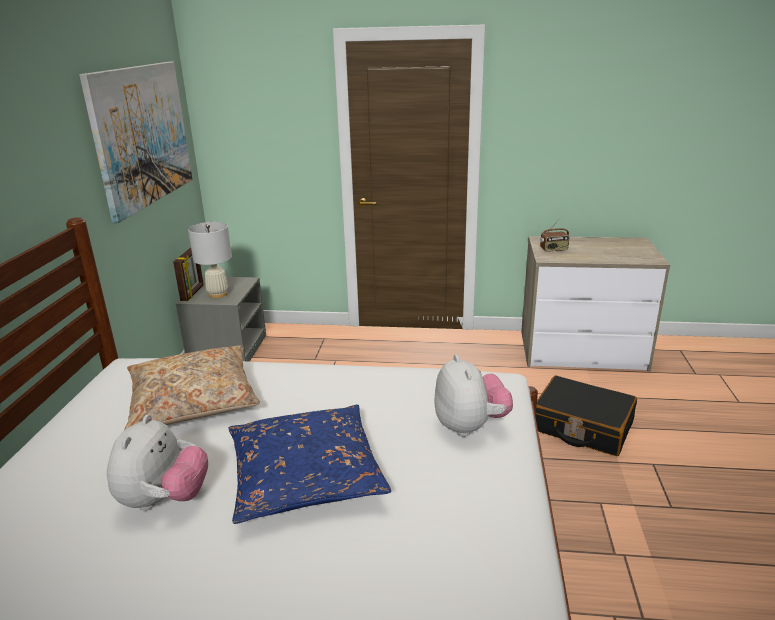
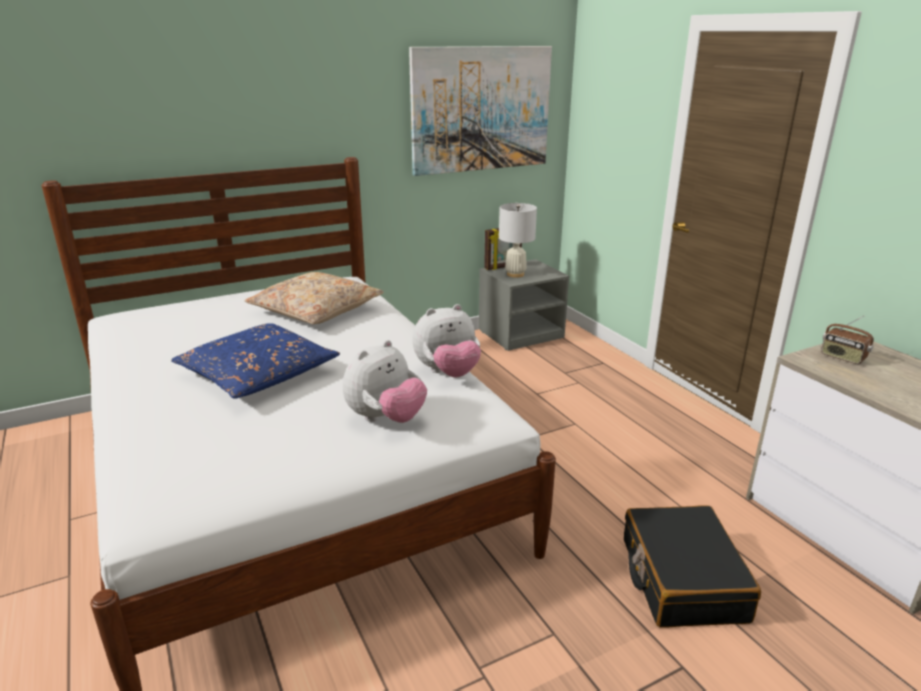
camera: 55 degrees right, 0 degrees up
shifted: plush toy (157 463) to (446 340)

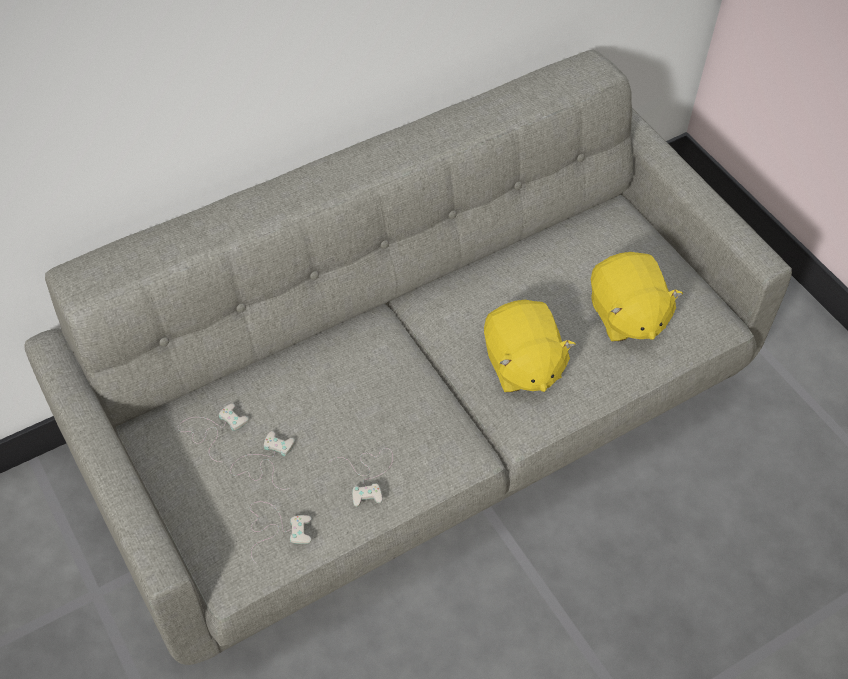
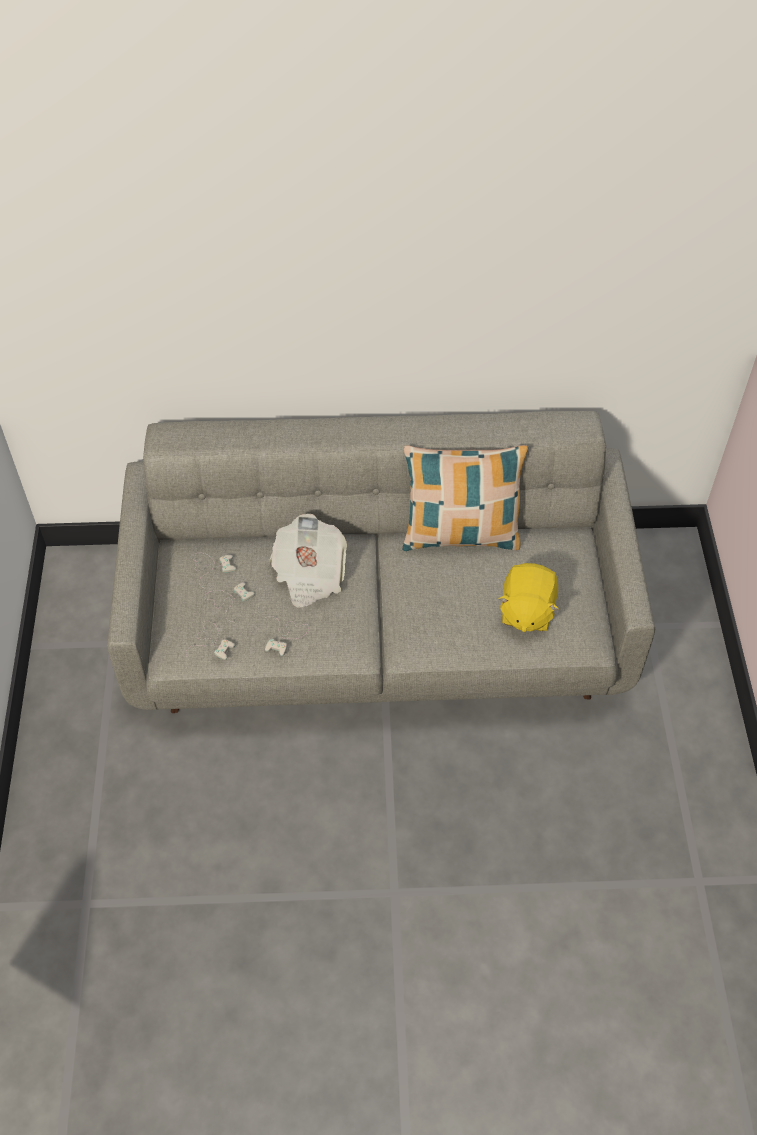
camera: 30 degrees right, 0 degrees up
gone: plush toy (yellow) (529 346)
new: printed paper (308 561); pillow (465 498)

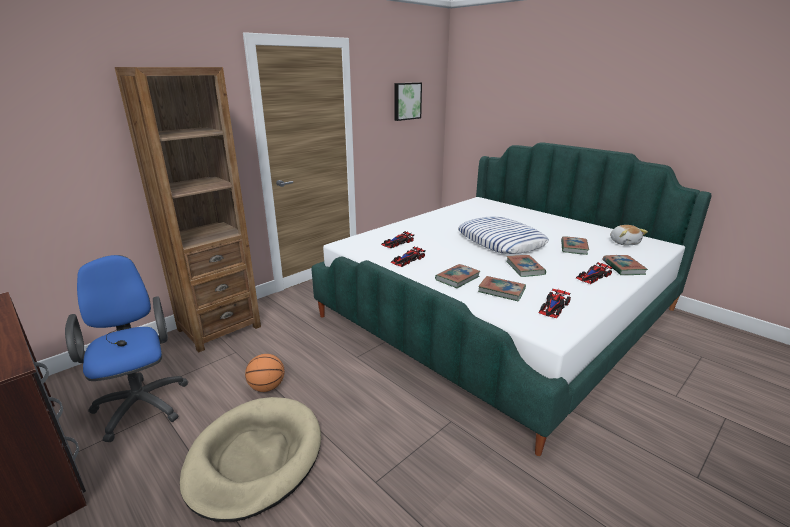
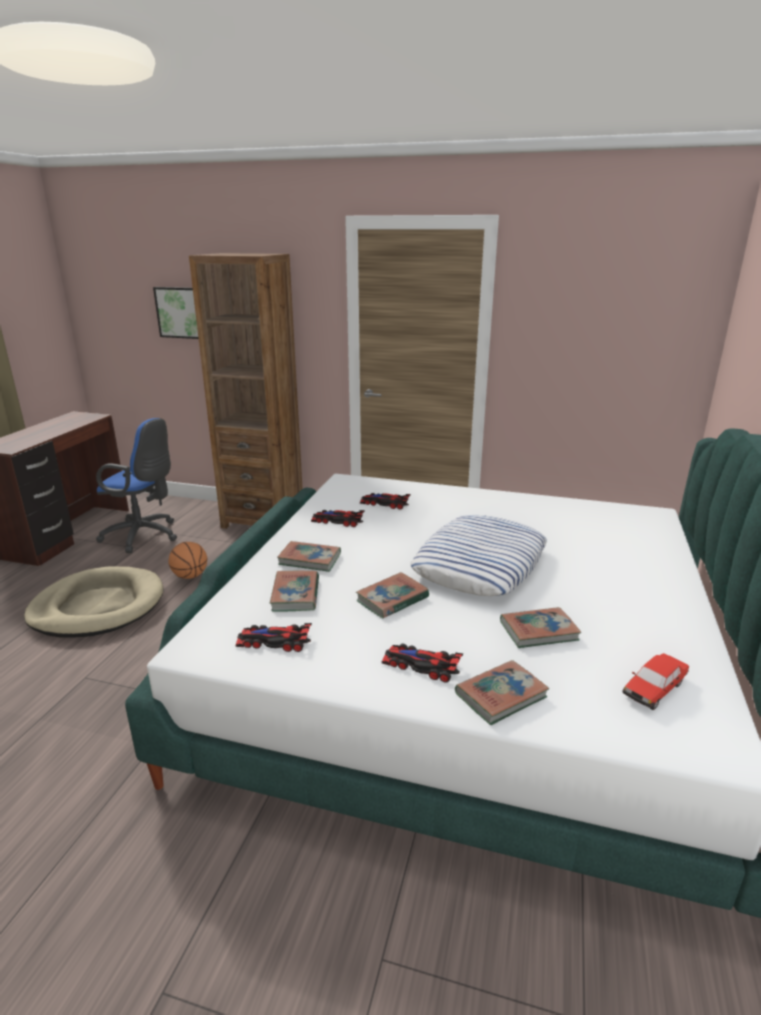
camera: 60 degrees right, 0 degrees up
shifted: wall art (408 101) to (176 313)
swapped: plush toy (629 235) to miniature car (656 681)
rotated: office chair (blue) (126 348) = (136 485) 75 degrees clockwise

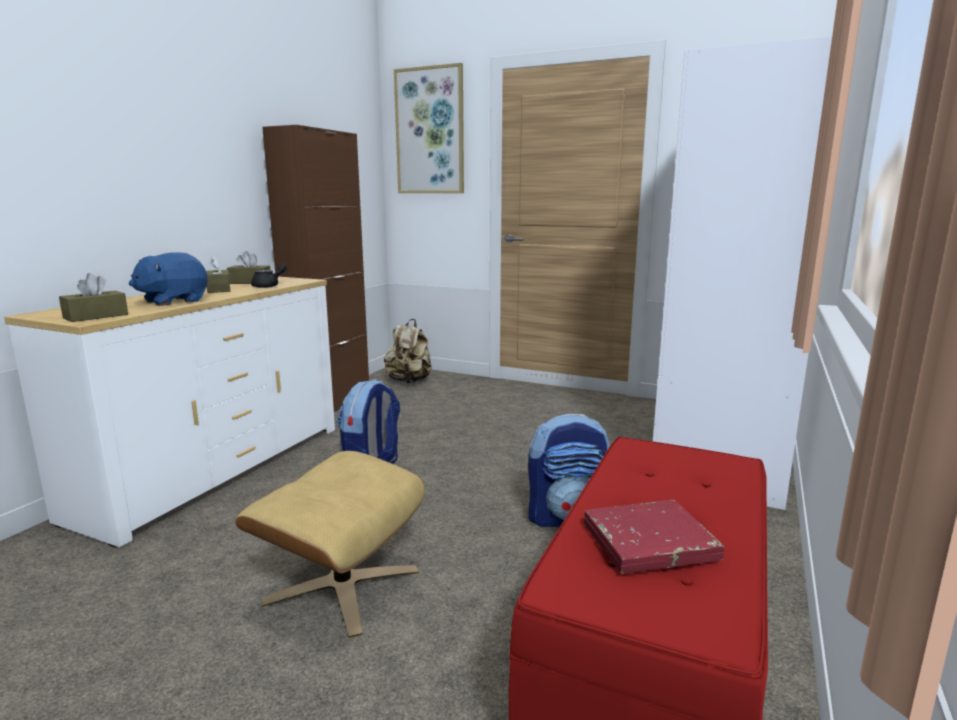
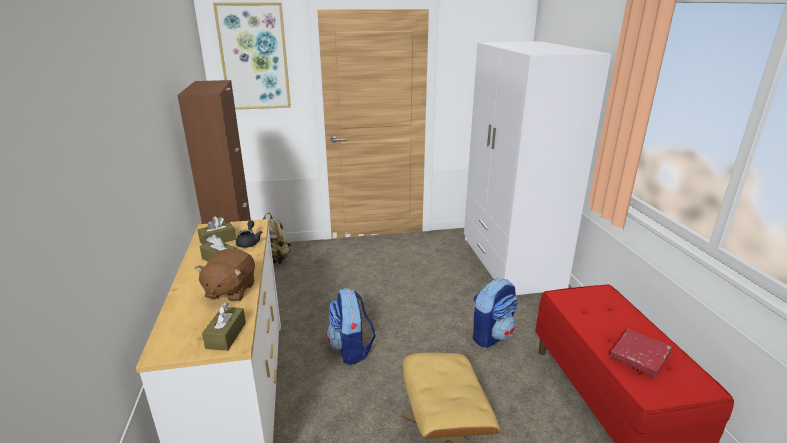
camera: 35 degrees left, 10 degrees up
repainted: plush toy (blue) (168 279) to plush toy (brown) (225 275)

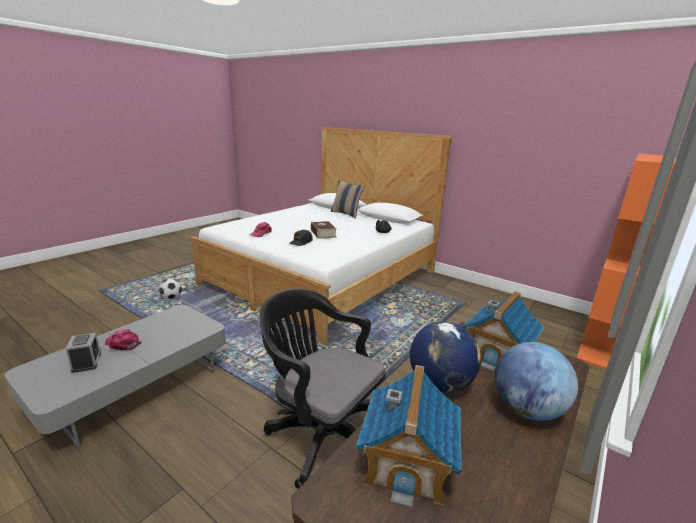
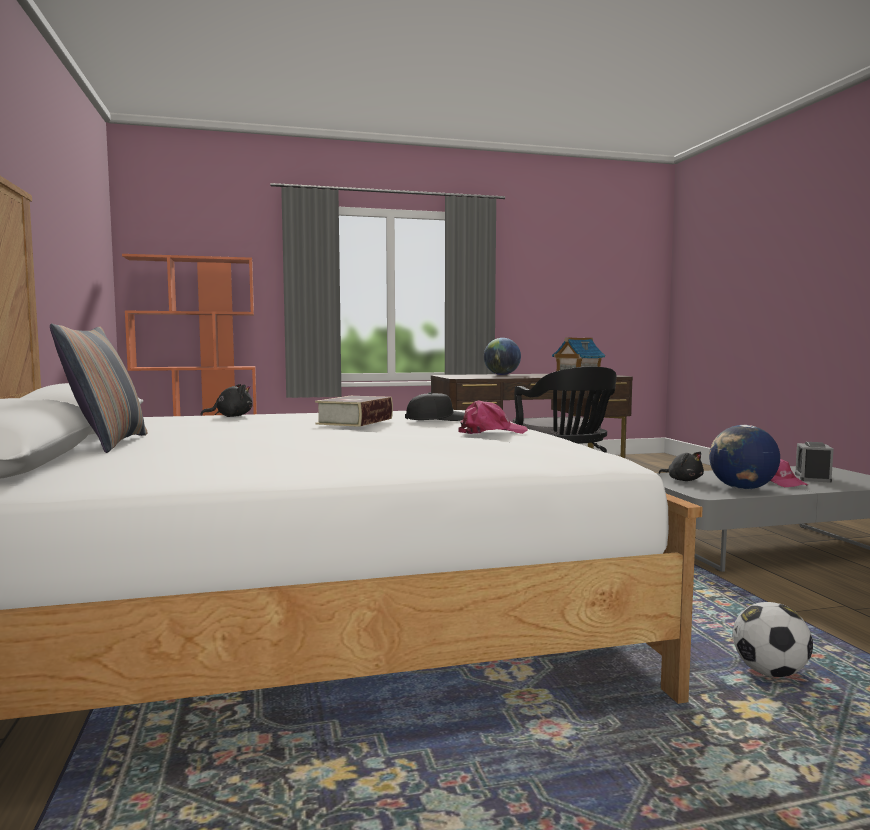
camera: 140 degrees left, 15 degrees down
gone: toy house (503 331)
new: plush toy (blackish) (681 466)
shifted: world globe (445 357) to (744 457)

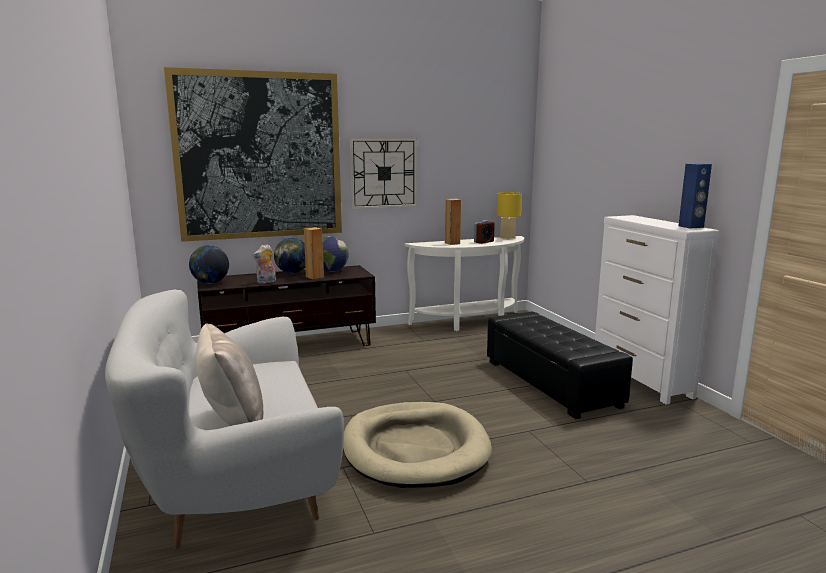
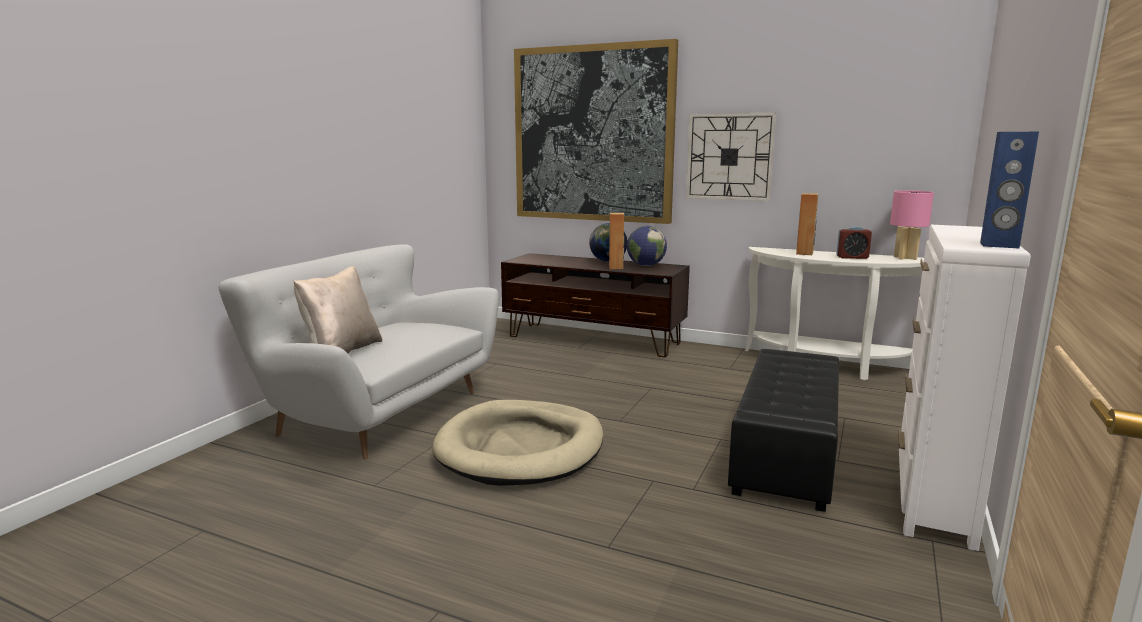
camera: 45 degrees right, 0 degrees up
gone: world globe (209 264); plush toy (264 264)
repainted: tabletop lamp (yellow) (509 216) to tabletop lamp (pink) (912 225)

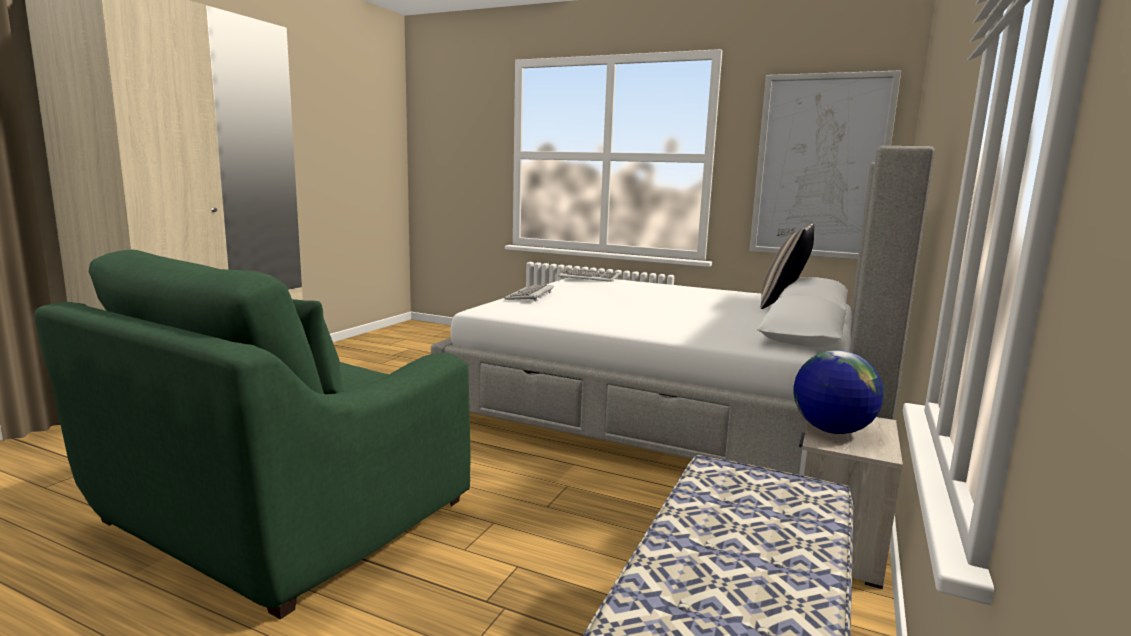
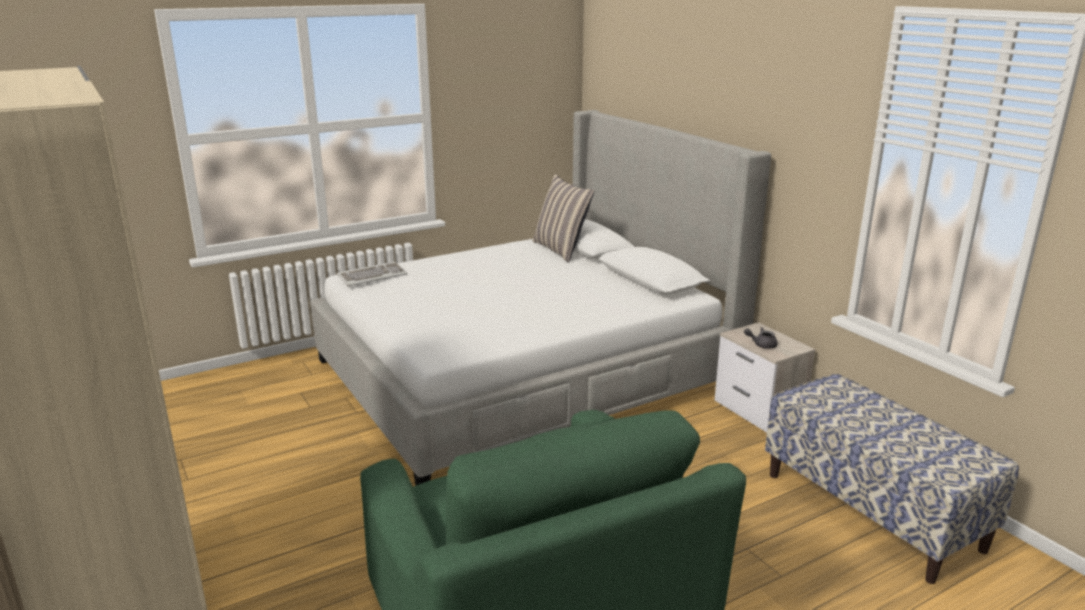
camera: 55 degrees left, 10 degrees up
gone: PC keyboard (529 293); wall art (825 165)
swapped: world globe (839 392) to pot for tea (grey) (760 338)

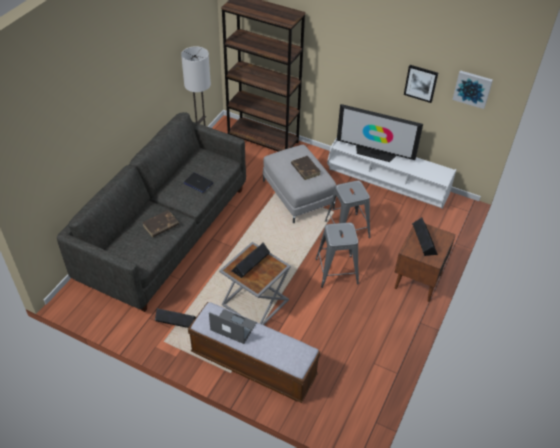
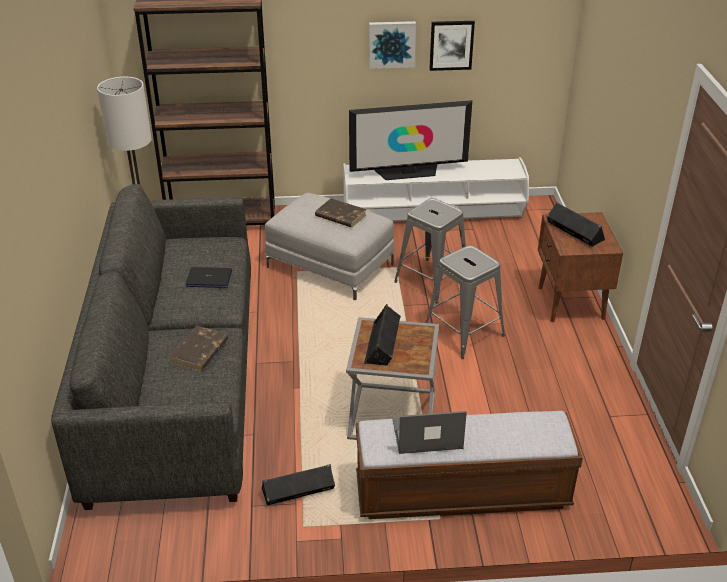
camera: 30 degrees left, 10 degrees down
shifted: wall art (472 89) to (392 45)

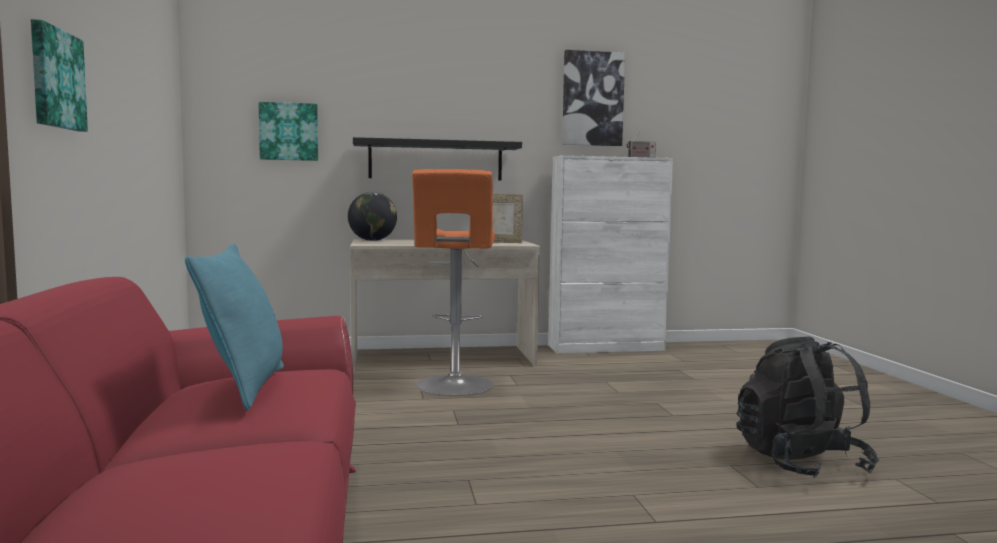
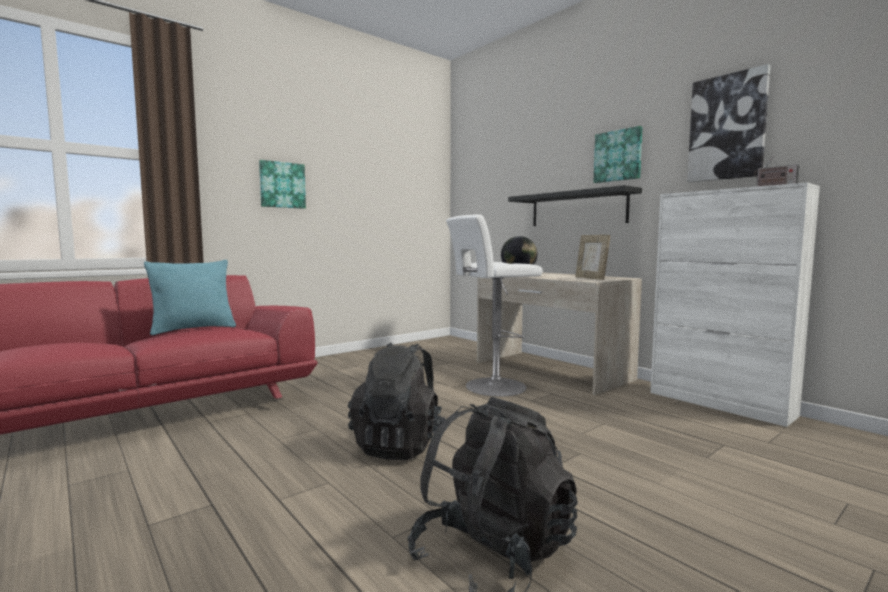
camera: 60 degrees right, 0 degrees up
new: rucksack (blackish) (396 401)
shifted: wall art (288 131) to (618 154)
repainted: sitting stool (orange-coloured) (453 282) to sitting stool (whitish) (494 306)

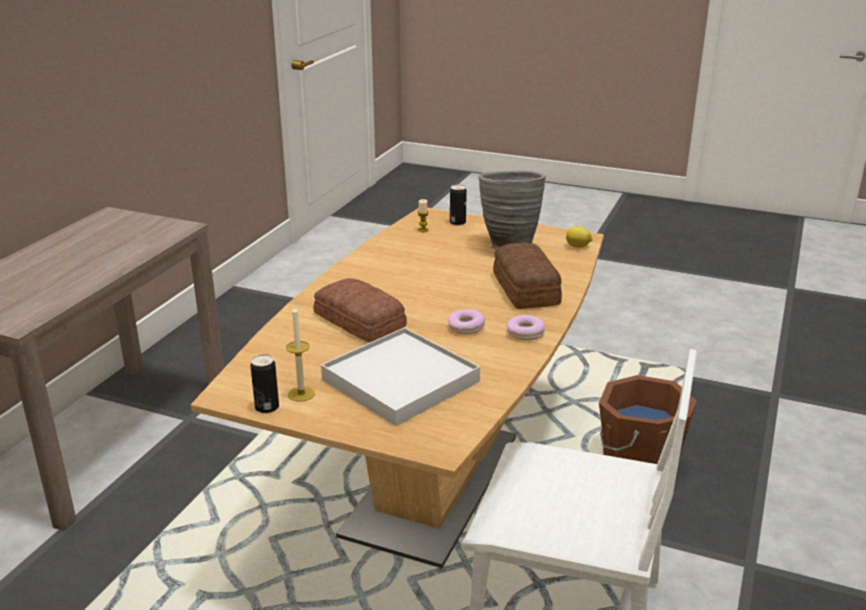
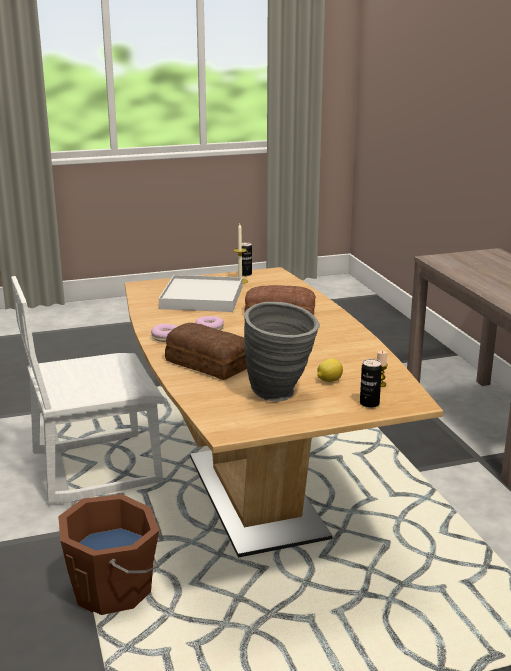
camera: 140 degrees right, 5 degrees down
shifted: citrus fruit (579 237) to (330 370)

